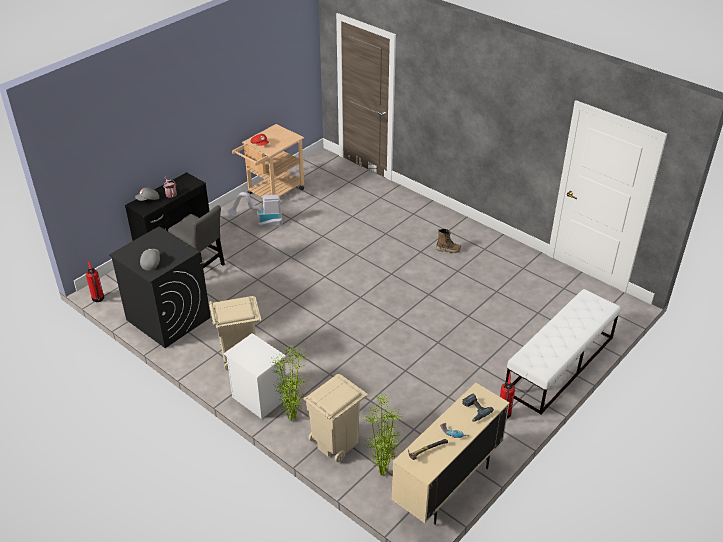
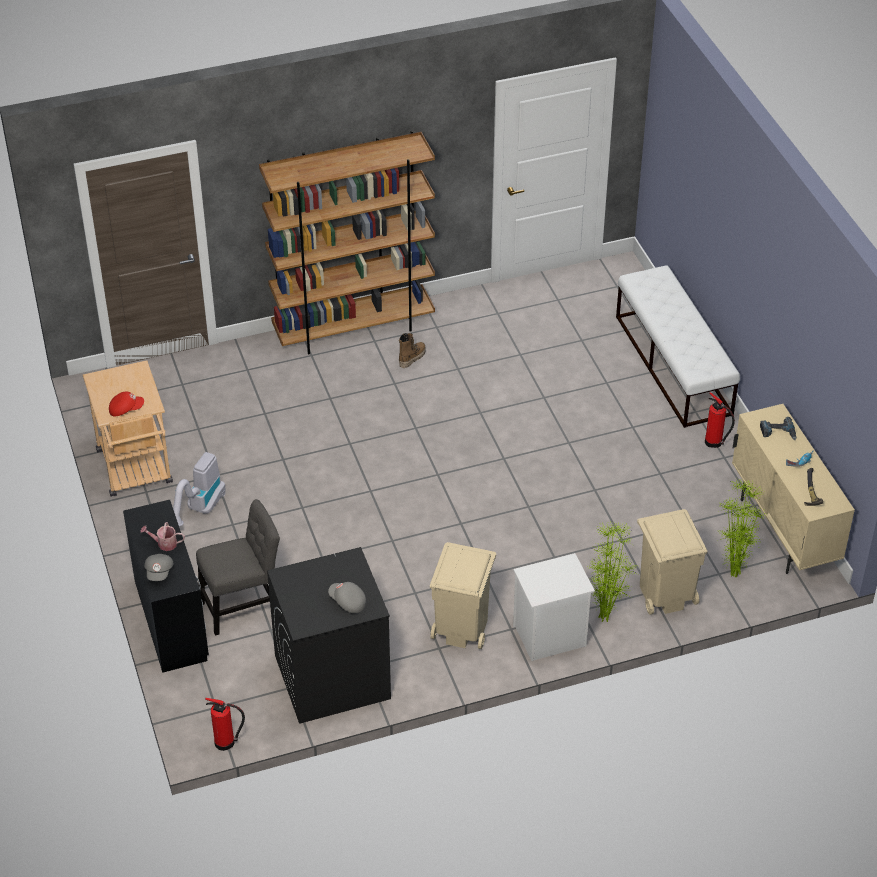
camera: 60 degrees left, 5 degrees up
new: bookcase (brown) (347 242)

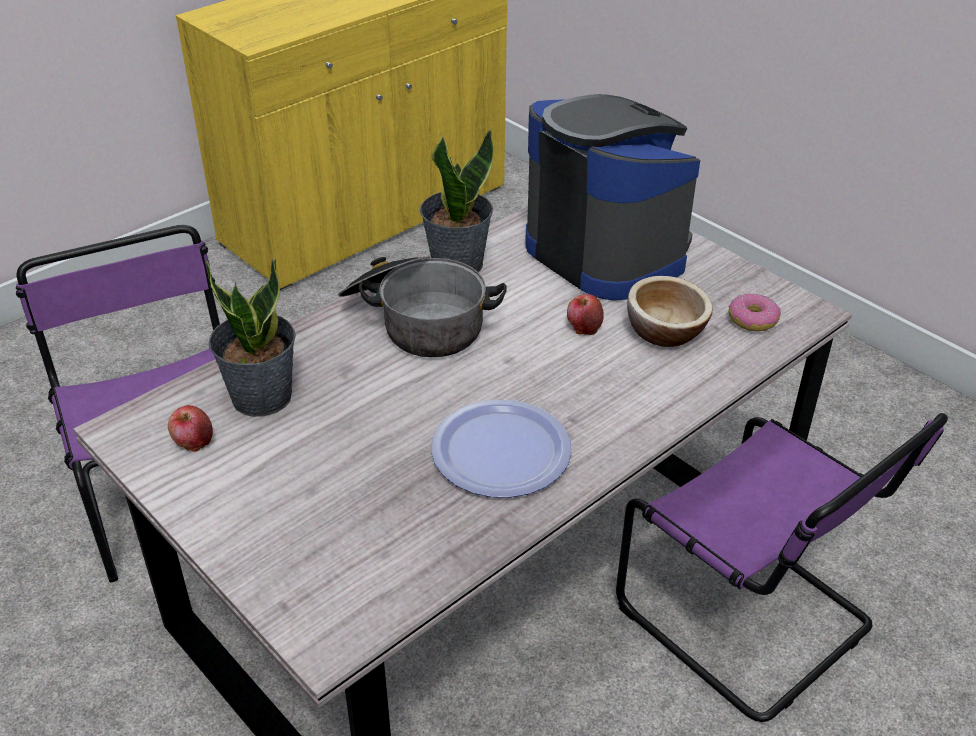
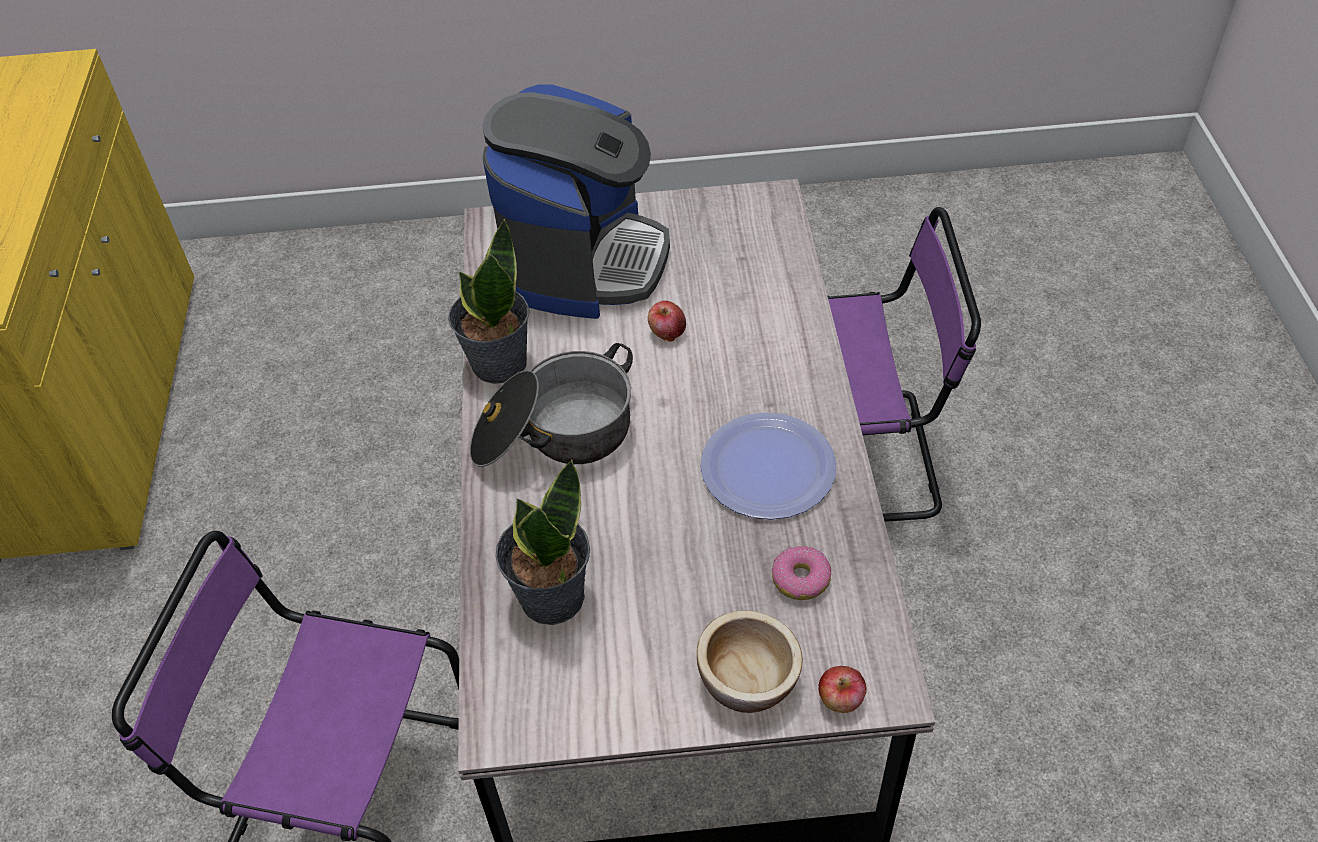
camera: 50 degrees left, 10 degrees up
shifted: deep dish (670 311) to (749 662); ring doughnut (755 312) to (801 573); whole apple (190 428) to (843 689)
rotated: coffee machine (612 197) = (576 202) 105 degrees clockwise

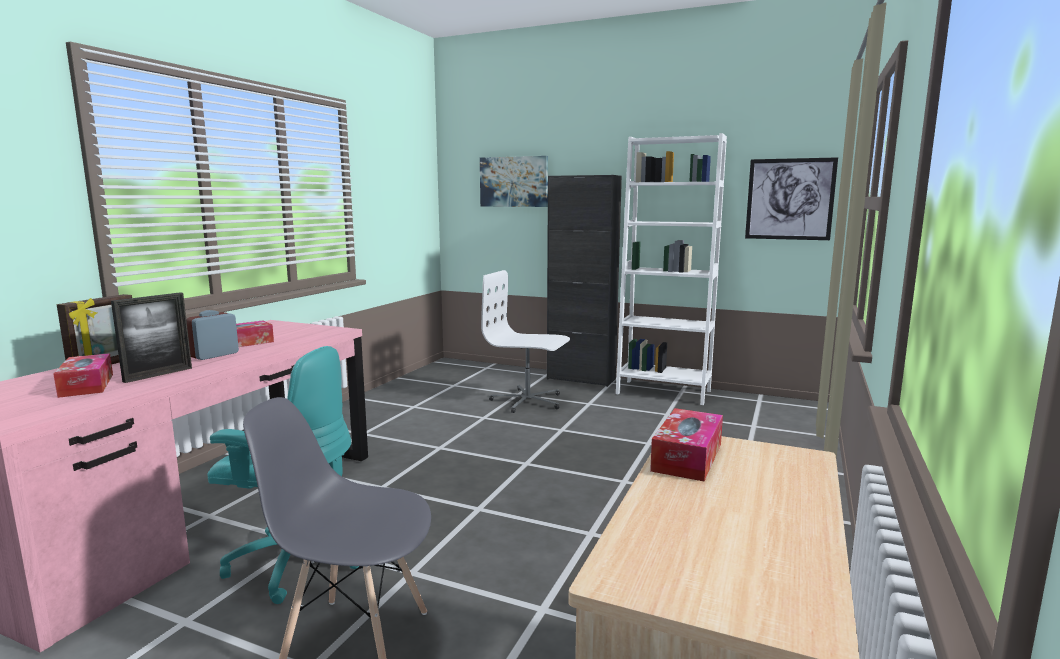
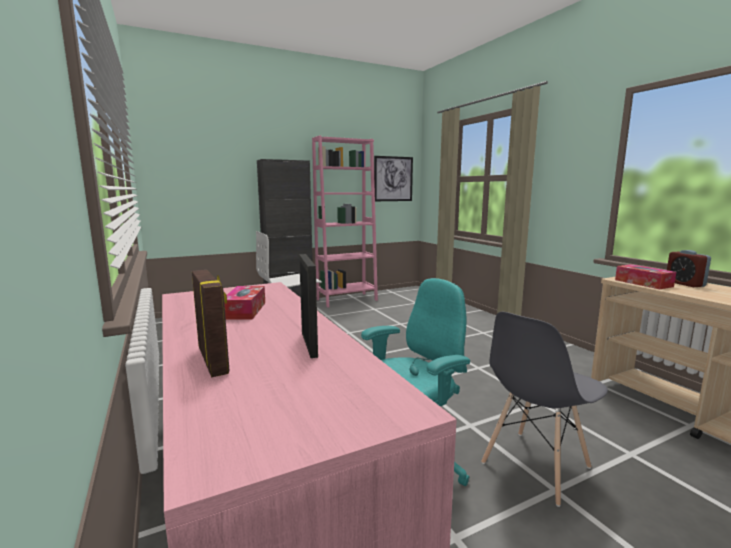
camera: 50 degrees left, 0 degrees up
gone: tissue holder (83 375); wall art (514 181)
shifted: bedside clock (212 335) to (689 268)
repainted: bookcase (whitish) (671 269) to bookcase (pink) (345 221)

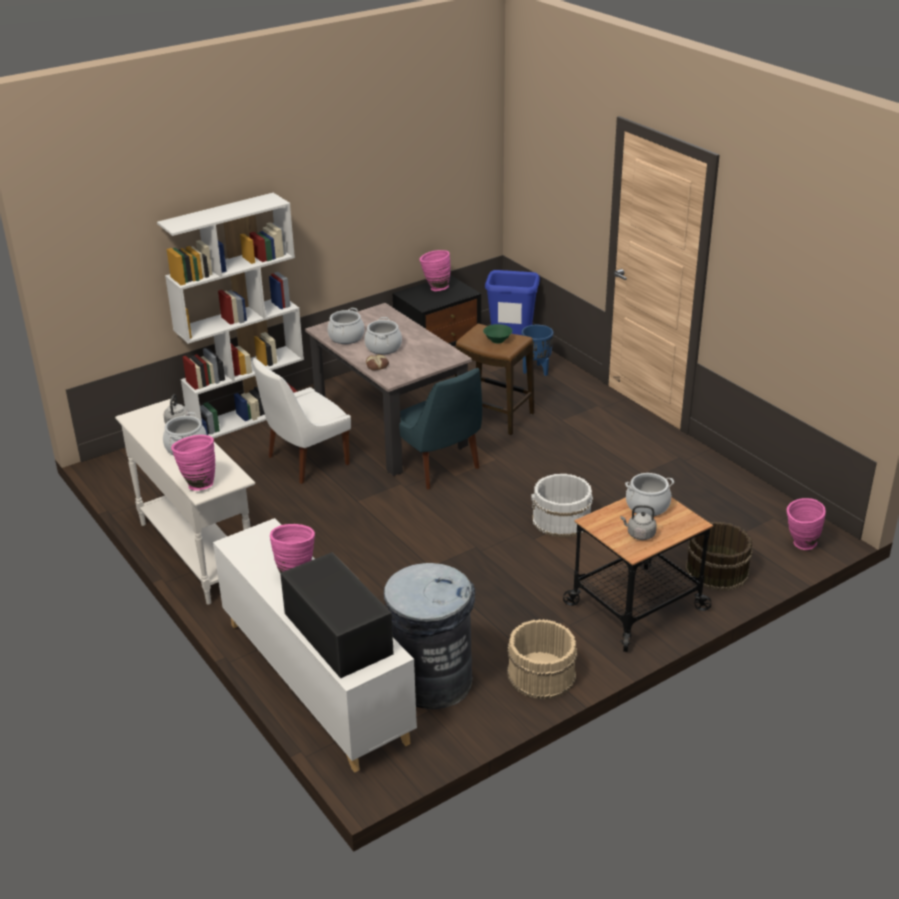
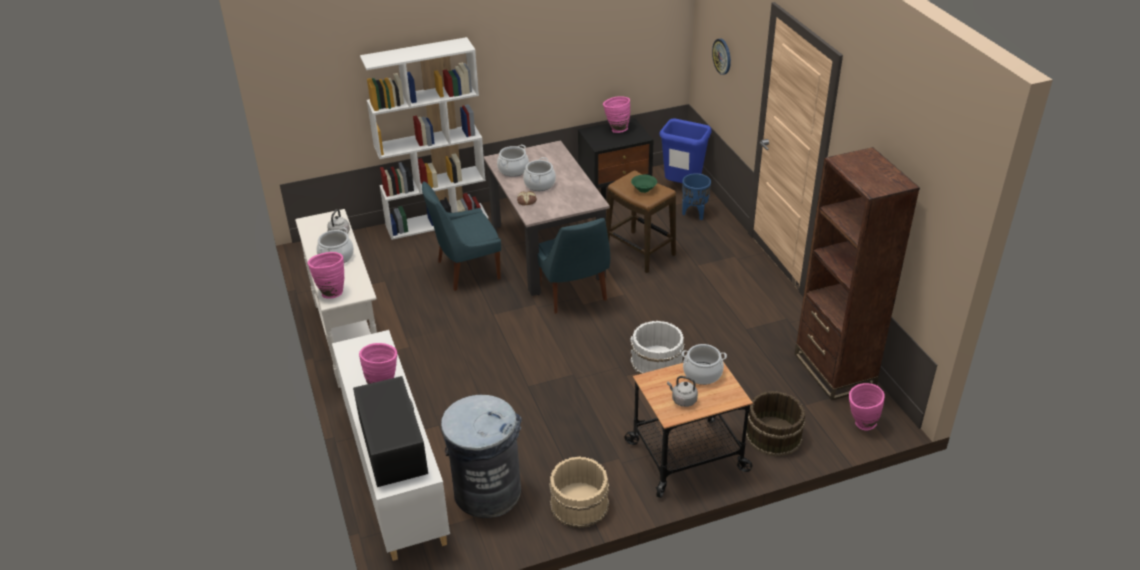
camera: 15 degrees right, 5 degrees up
new: hanging clock (721 57); bookcase (brown) (857 274)
repainted: upright chair (whitish) (302 421) to upright chair (blue) (461 236)

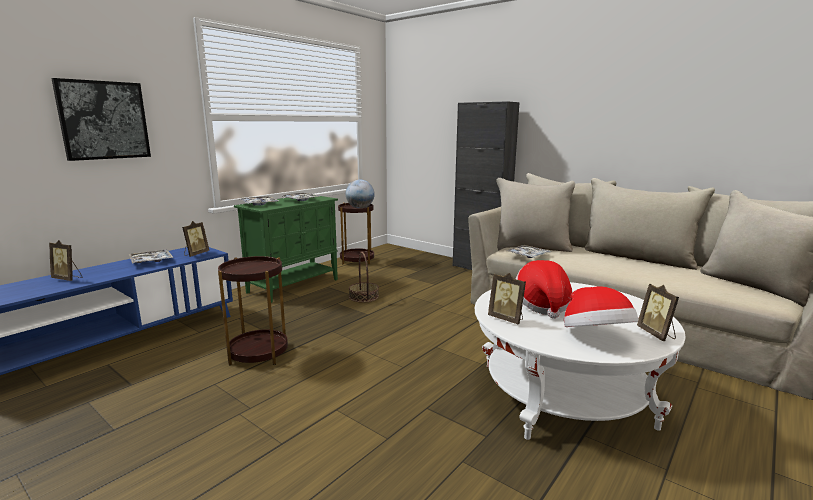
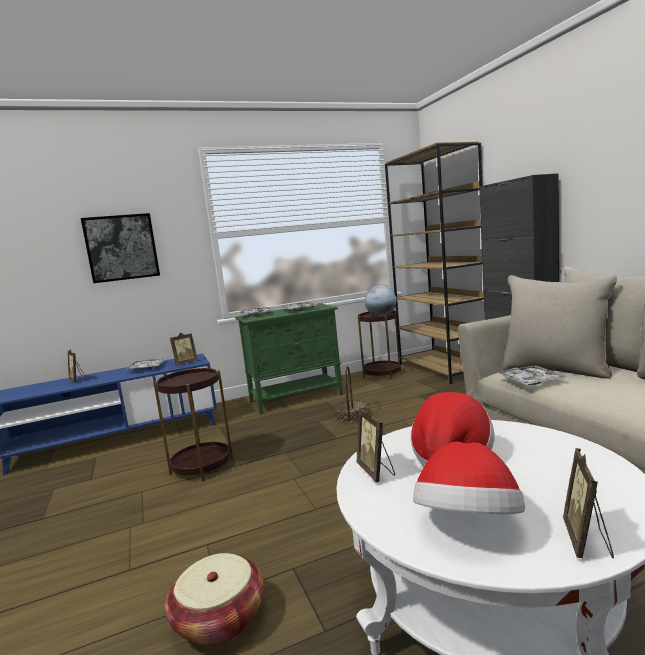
camera: 30 degrees right, 5 degrees down
new: storage basket (214 600); bookcase (brown) (434 263)

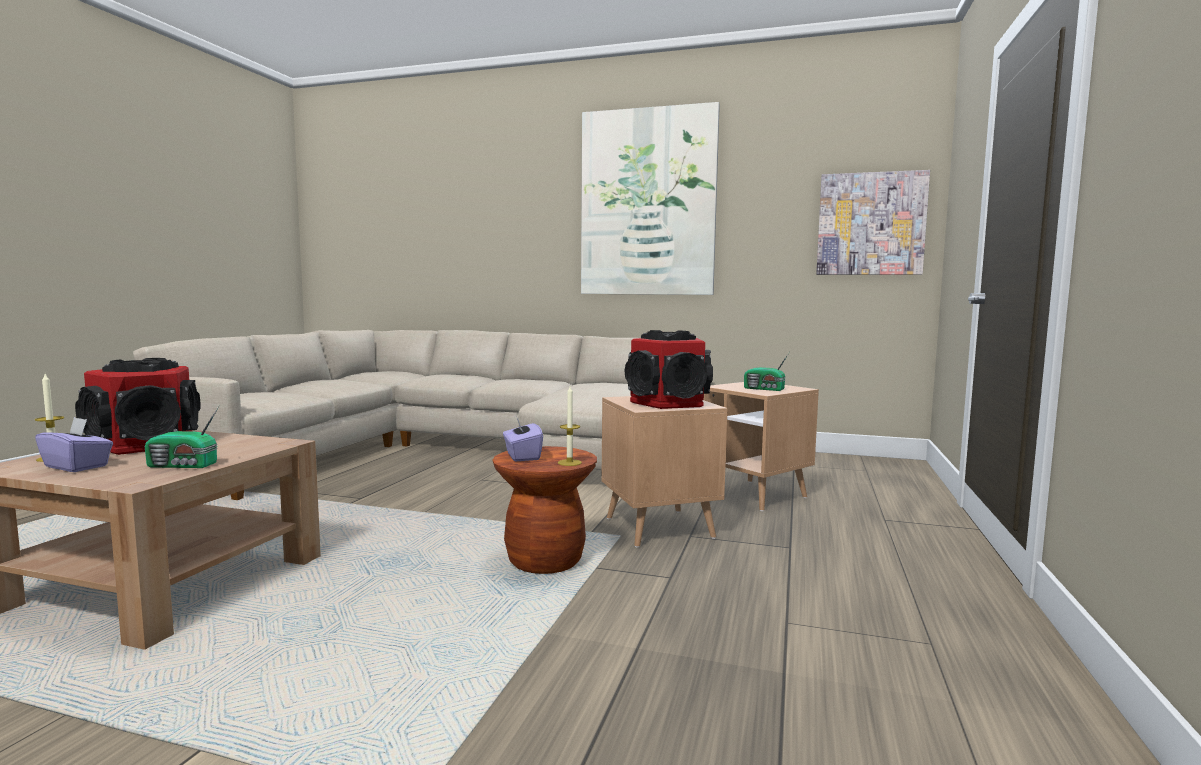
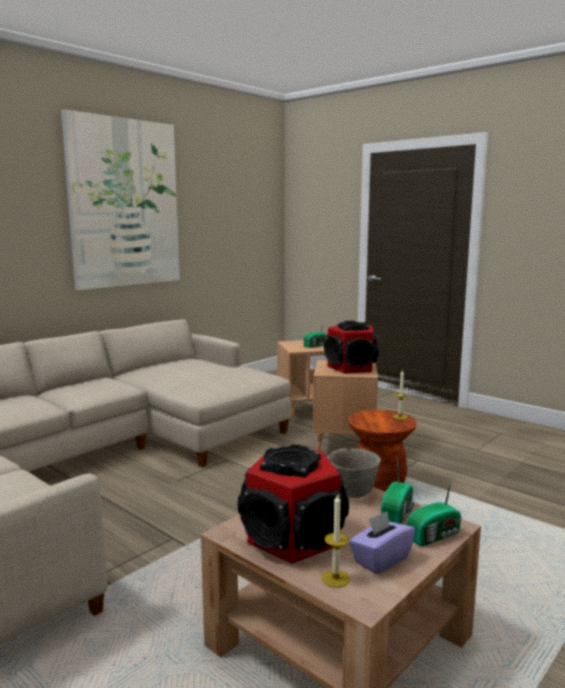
camera: 65 degrees left, 5 degrees up
gone: tissue holder (purplish) (523 439); wall art (873 222)
new: deep dish (grey) (354 473); radio set (434 510)

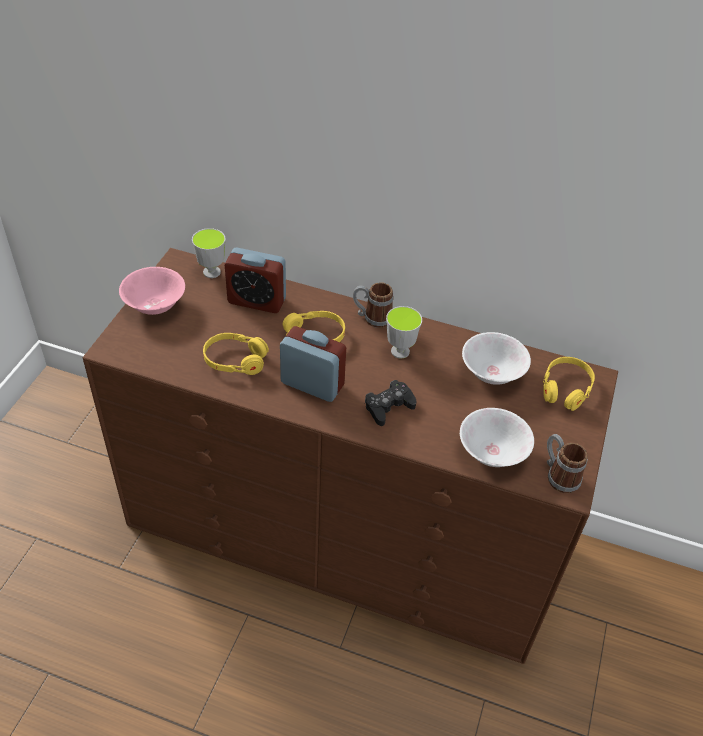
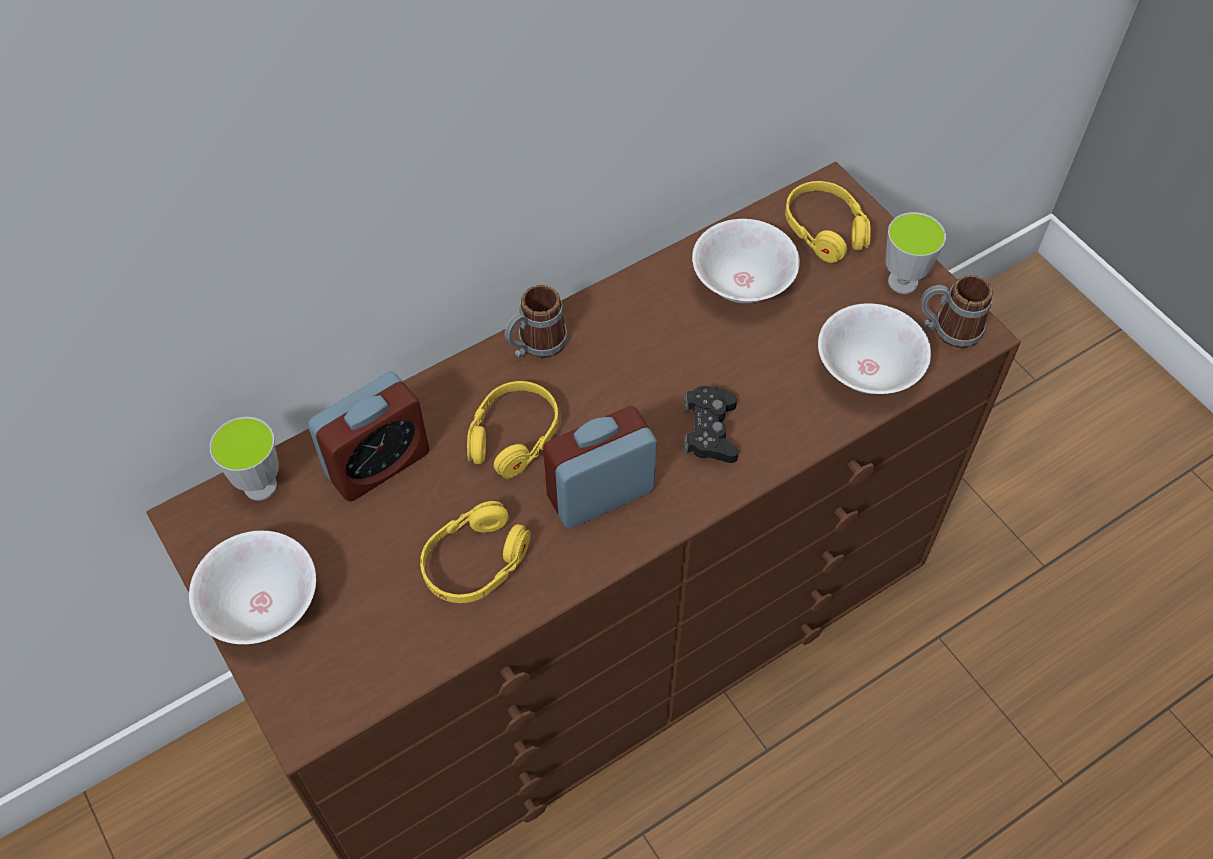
camera: 50 degrees left, 10 degrees up
shifted: small cup (404 332) to (915 253)
repainted: deep dish (pink) (152 291) to deep dish (whitish) (252 587)

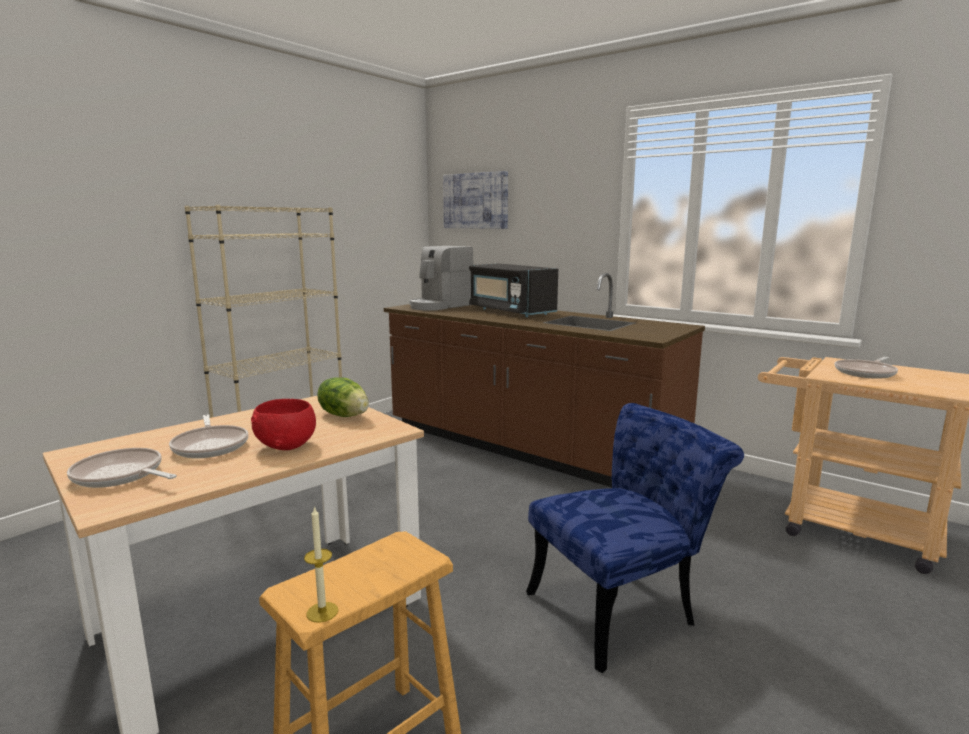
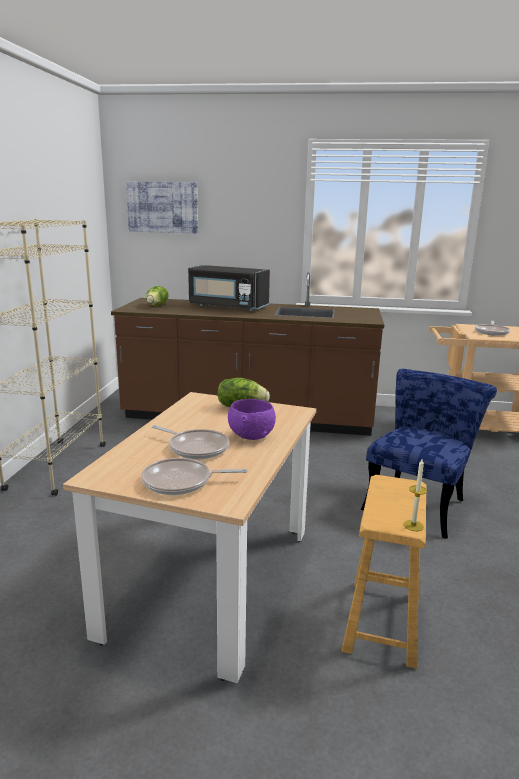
camera: 30 degrees left, 5 degrees up
swapped: coffee machine (441 278) to lettuce (157 296)
repainted: deep dish (red) (283 424) to deep dish (purplish) (252 419)

